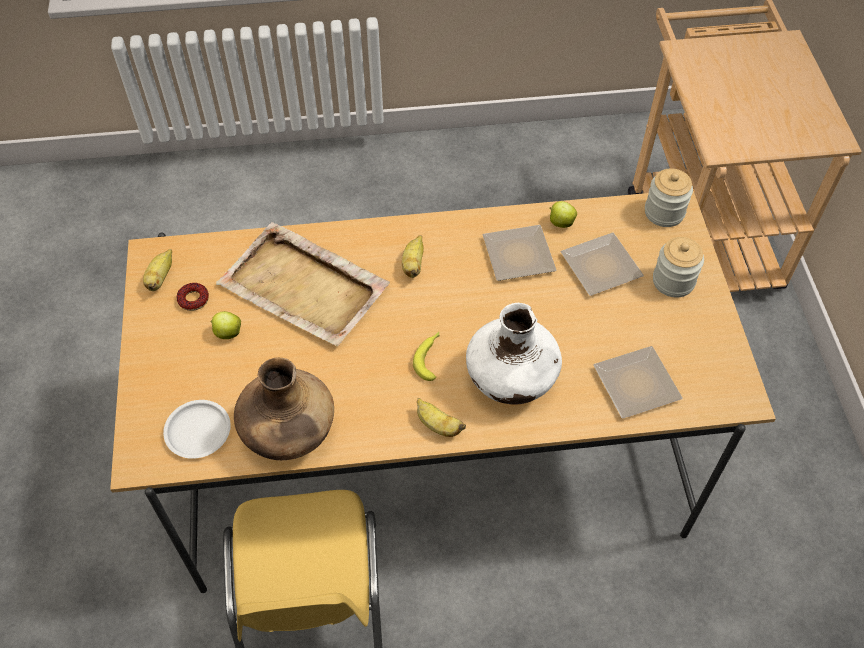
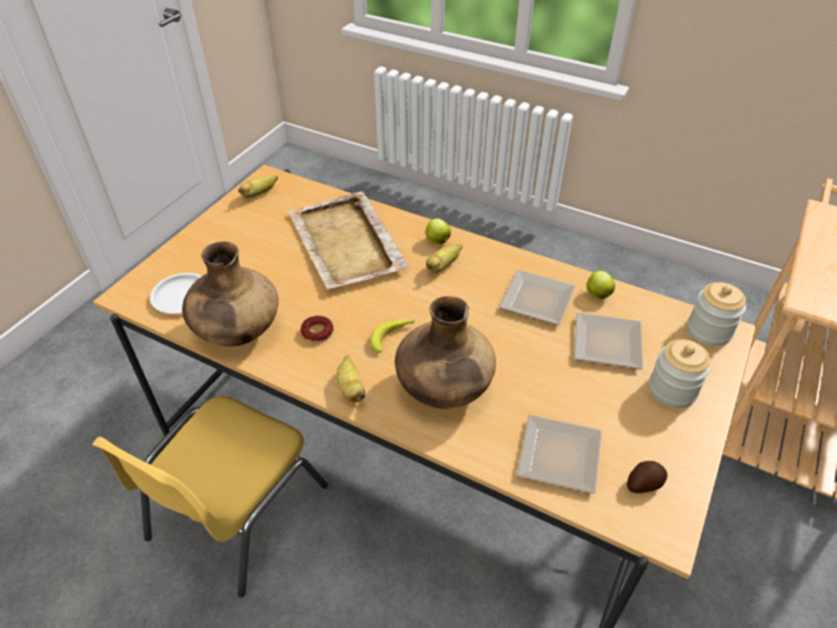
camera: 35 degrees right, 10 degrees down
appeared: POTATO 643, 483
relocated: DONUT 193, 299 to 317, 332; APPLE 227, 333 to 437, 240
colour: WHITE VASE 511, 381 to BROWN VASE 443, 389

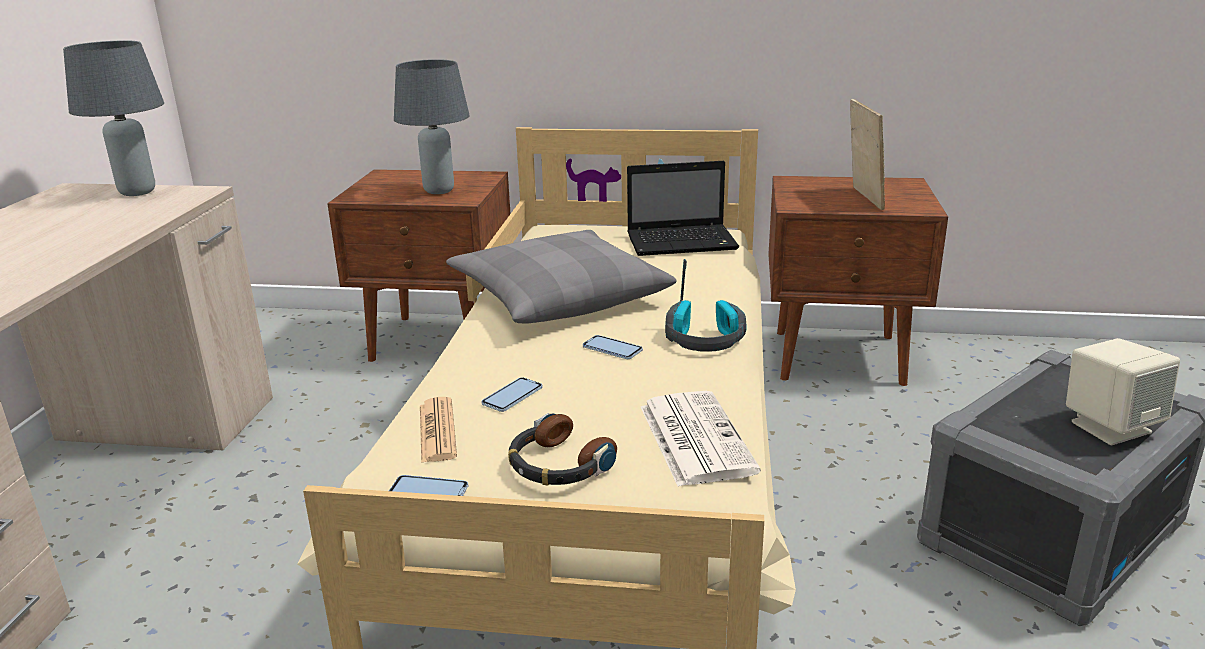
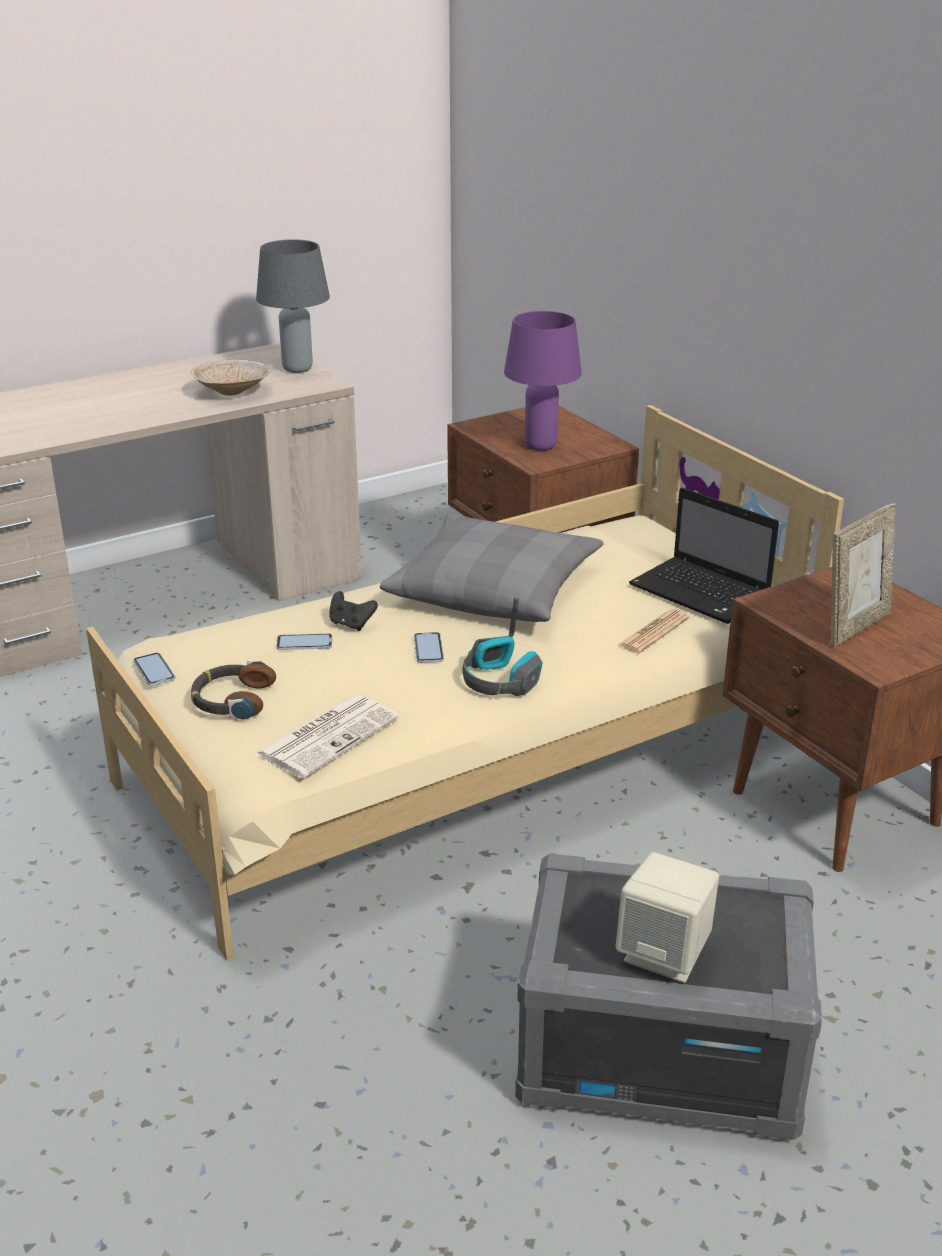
camera: 50 degrees right, 5 degrees up
appeared: BEIGE BOWL 233, 392; BLACK GAME CONTROLLER 351, 624
relocated: NEWSPAPER 437, 431 to 653, 632
colour: GREY TABLE LAMP 439, 191 to PURPLE TABLE LAMP 540, 446

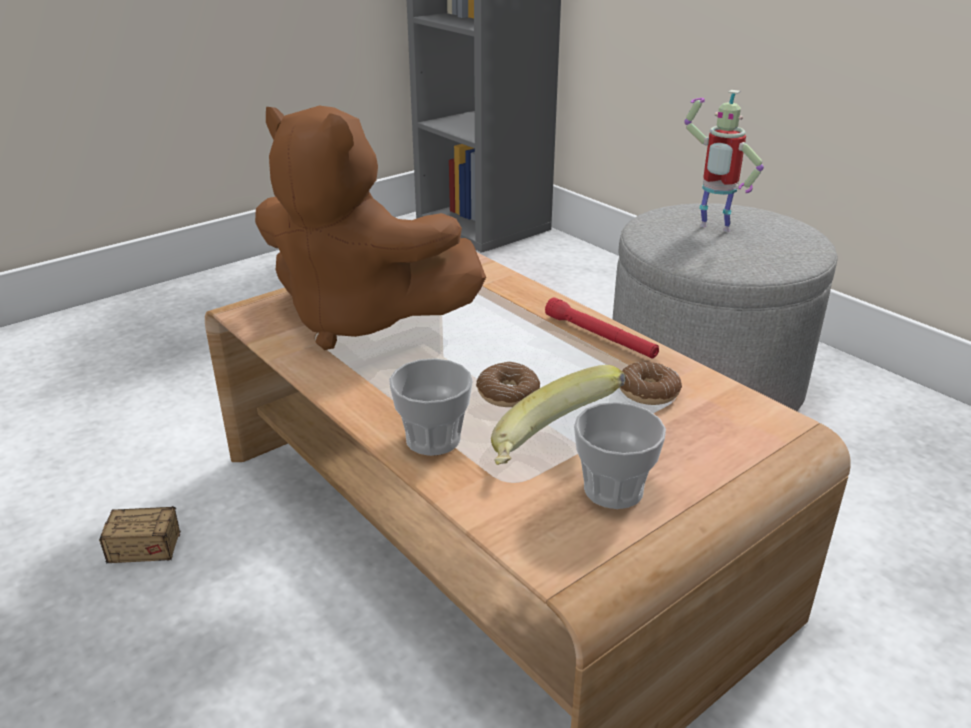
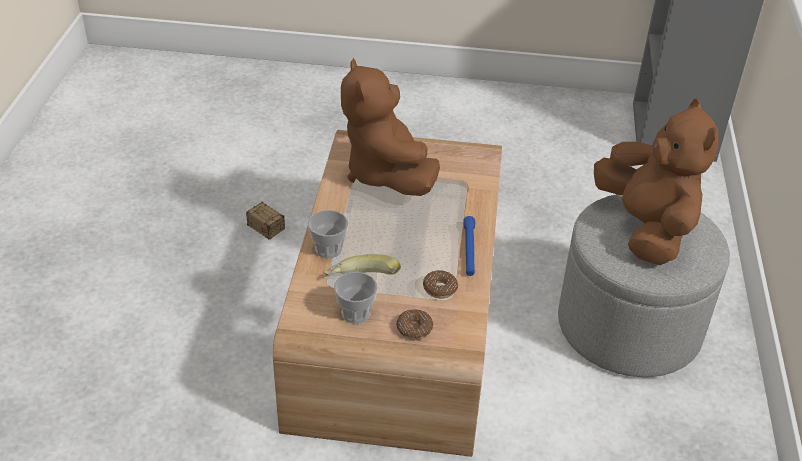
camera: 45 degrees right, 10 degrees up
relocated: DONUT 507, 394 to 414, 328
exchanged: TOY ROBOT 712, 229 to BROWN PLUSH TOY 646, 228
colour: RED FLASHLIGHT 600, 337 to BLUE FLASHLIGHT 469, 250

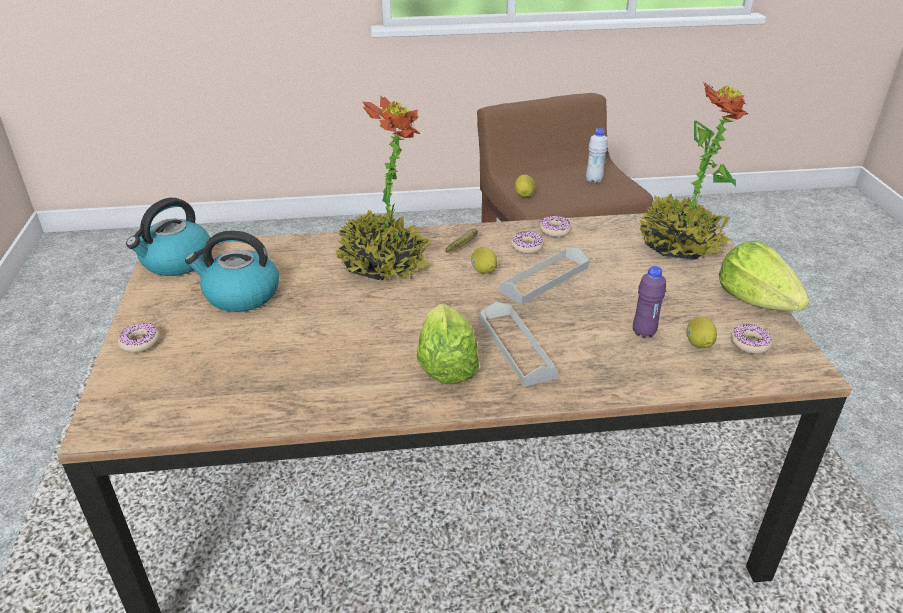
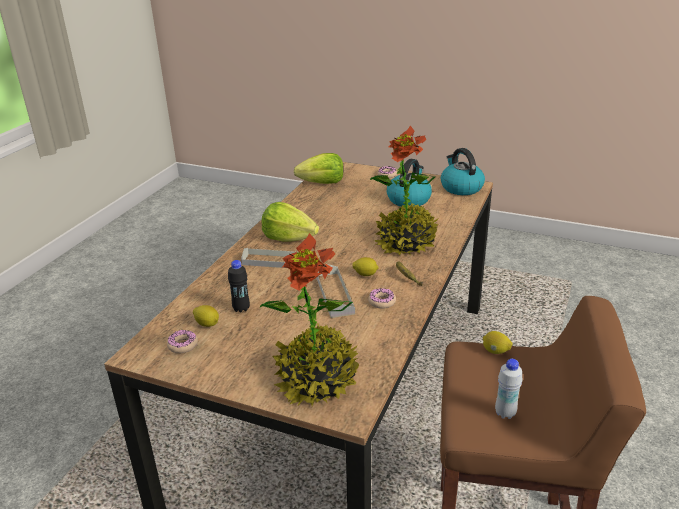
camera: 120 degrees right, 5 degrees down
missing: DONUT 555, 231
relocated: LETTUCE 755, 300 to 322, 183
colour: PURPLE BOTTLE 644, 332 to BLACK BOTTLE 241, 308

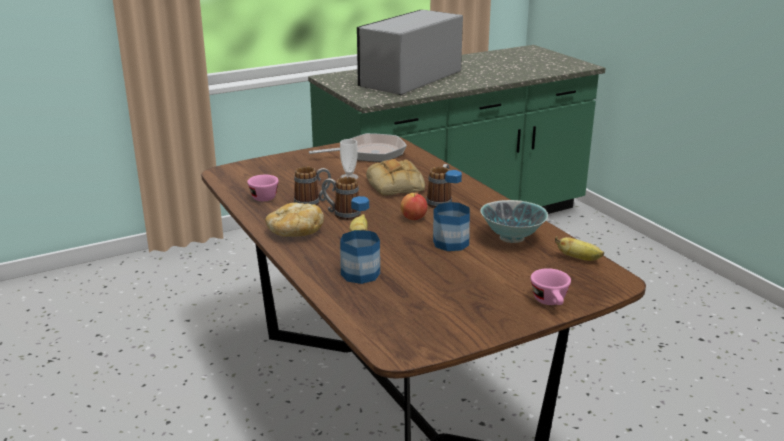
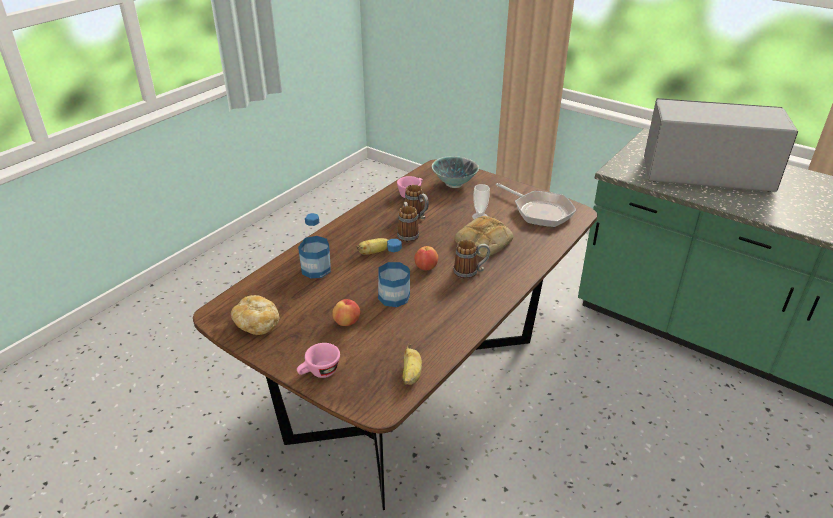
camera: 65 degrees right, 10 degrees up
appeared: APPLE 347, 322
relocated: BREAD 294, 233 to 257, 324; BOWL 512, 238 to 454, 184

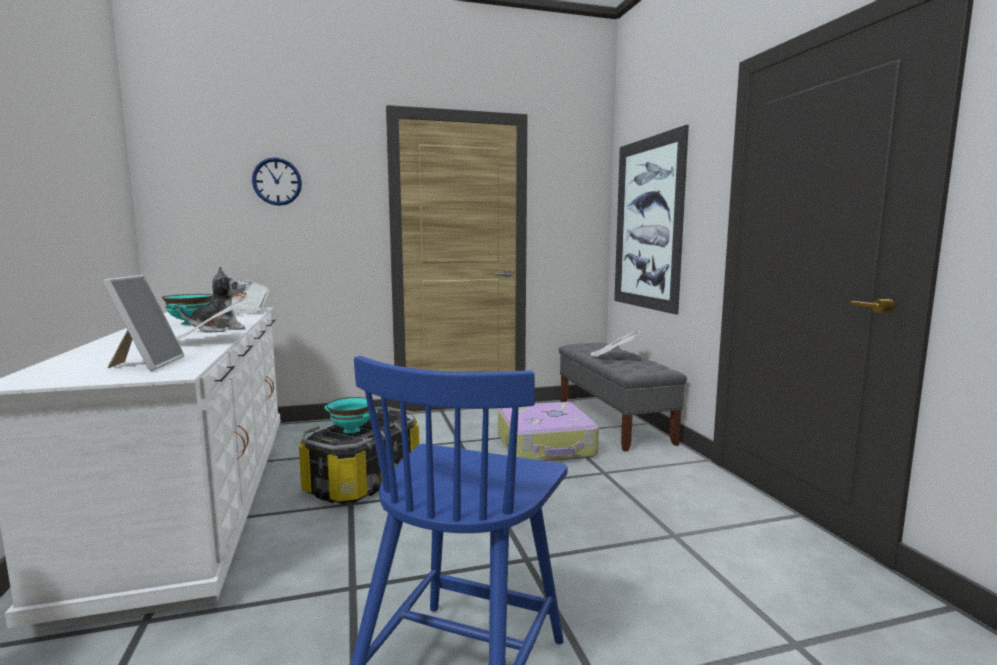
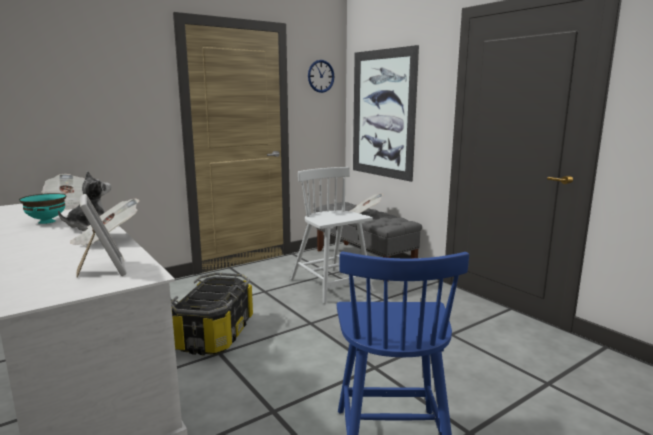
camera: 20 degrees left, 5 degrees up
missing: TURQUOISE BOWL 352, 430
relocated: WALL CLOCK 277, 181 to 321, 76
exchanged: SUITCASE 546, 446 to WHITE CHAIR 331, 285

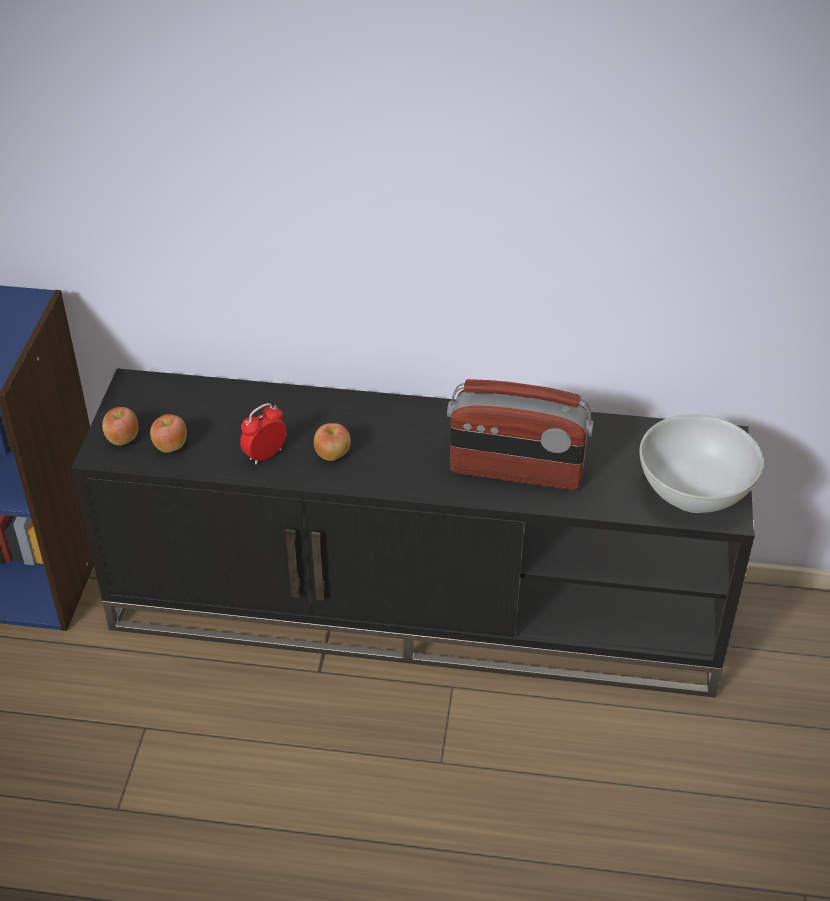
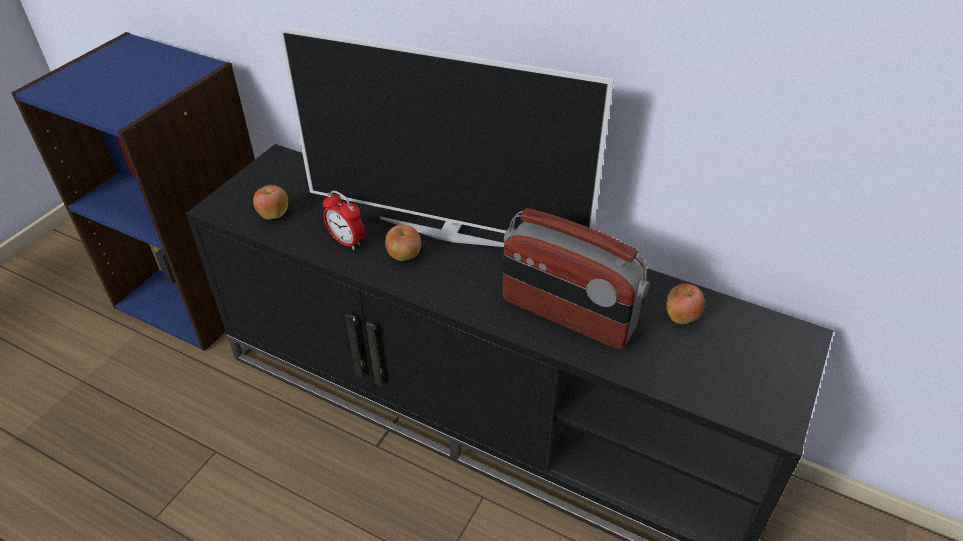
camera: 20 degrees right, 0 degrees up
missing: WHITE BOWL 693, 493
appeared: TELEVISION 449, 231
relocated: APPLE 122, 439 to 681, 317
spun: ALARM CLOCK 265, 455 = 346, 241 120 degrees counterclockwise

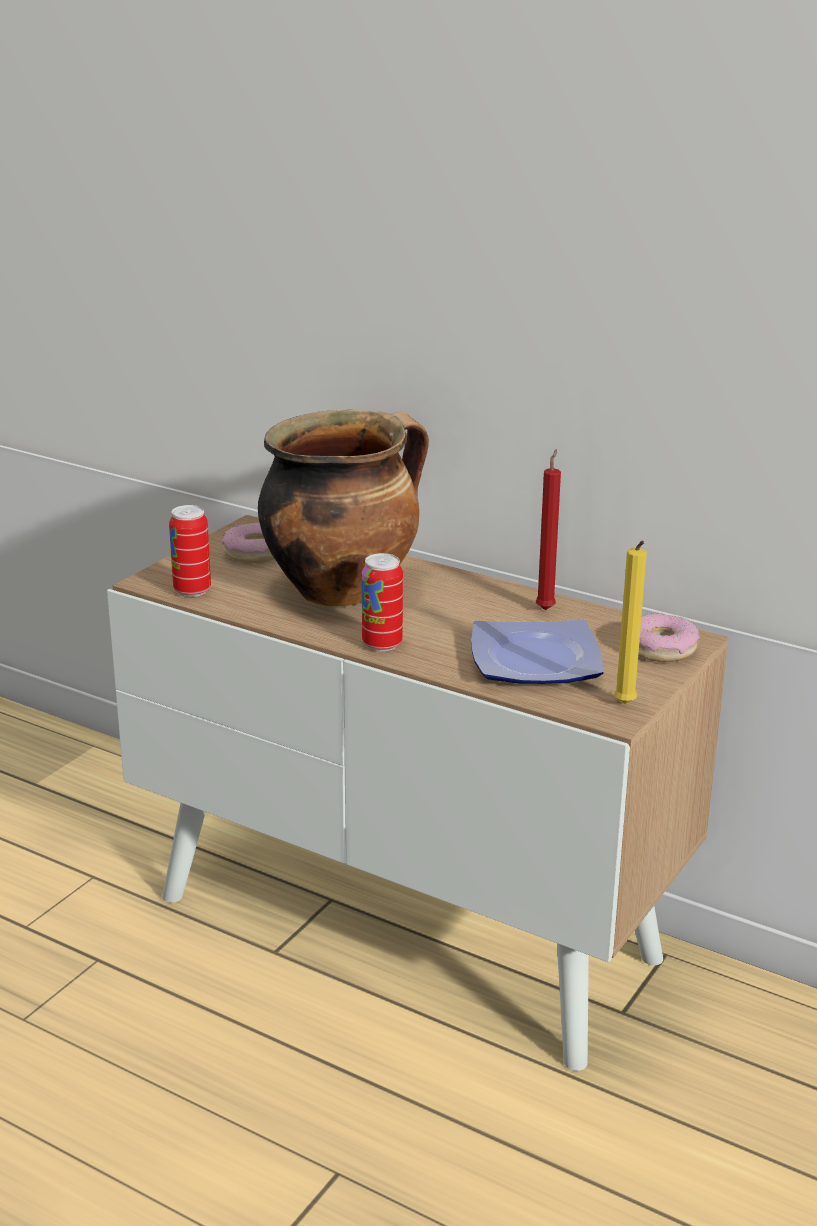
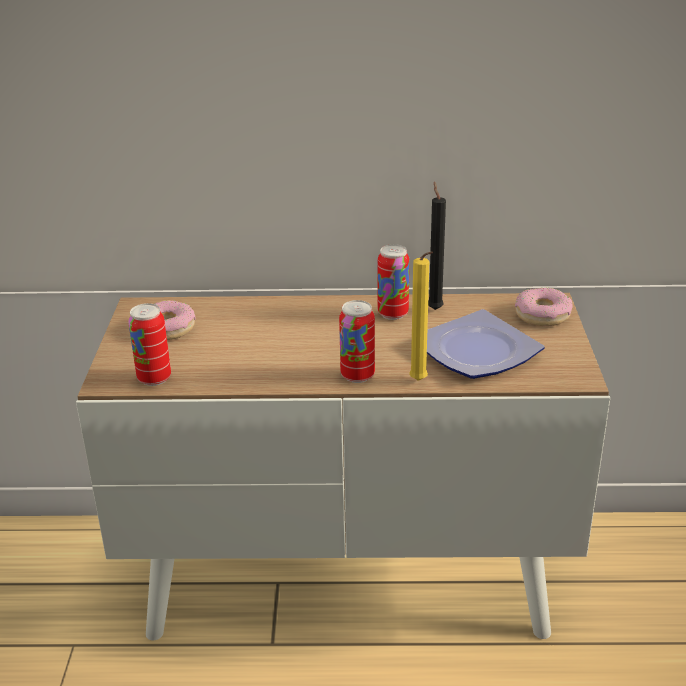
camera: 30 degrees left, 5 degrees up
missing: COOKING POT 342, 589
appeared: CAN 393, 314
relocated: YELLOW CANDLE 625, 706 to 420, 382
colour: RED CANDLE 546, 608 to BLACK CANDLE 434, 308

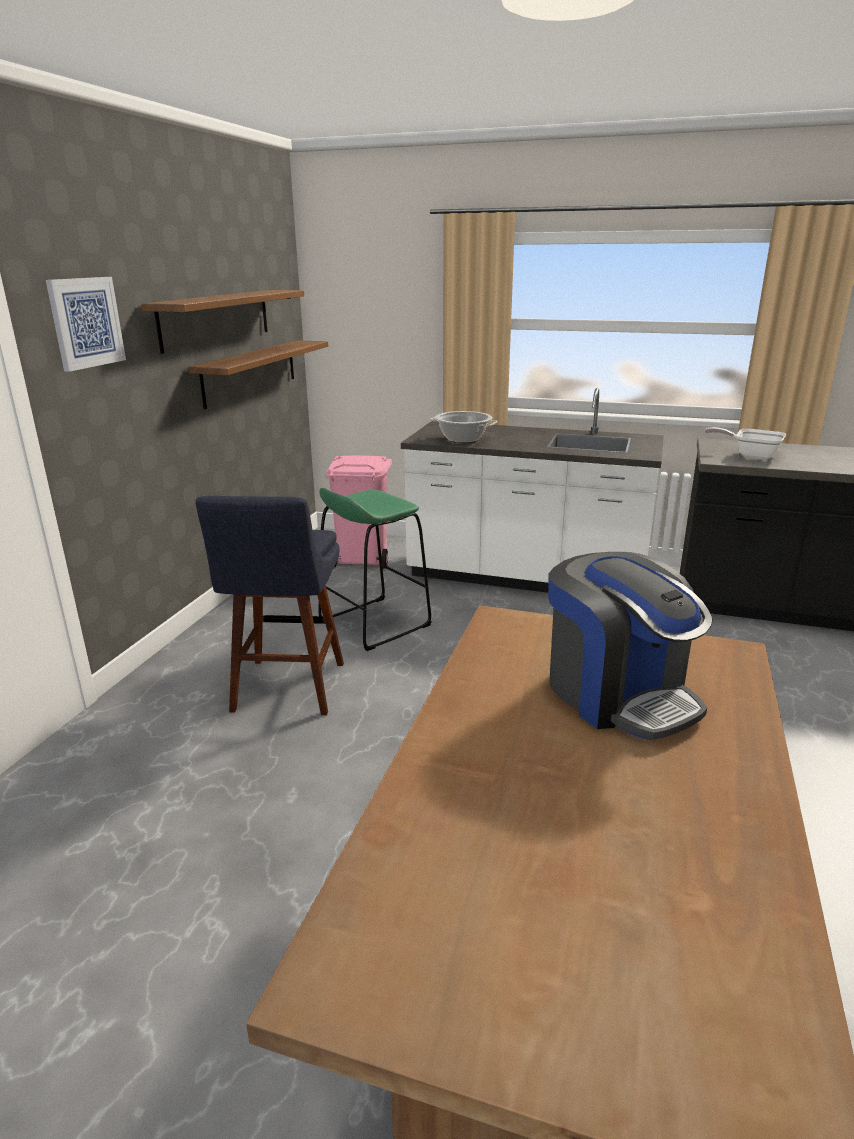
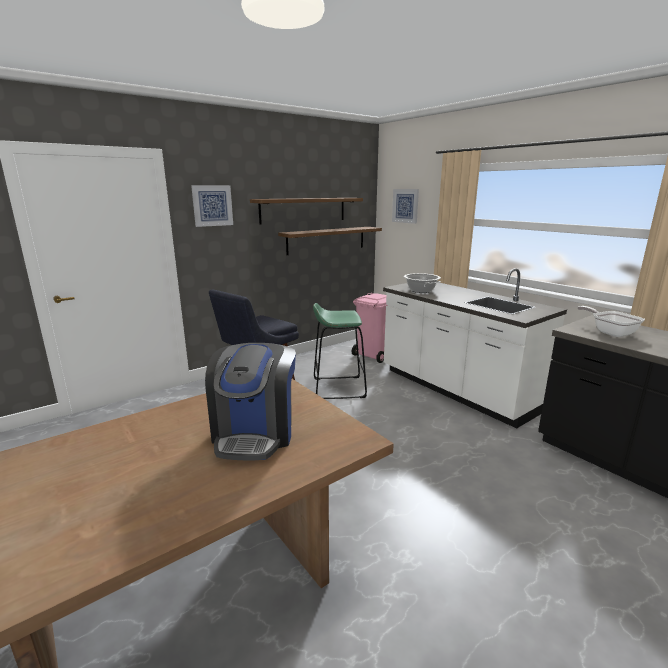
camera: 35 degrees right, 5 degrees down
appeared: PICTURE 405, 206

